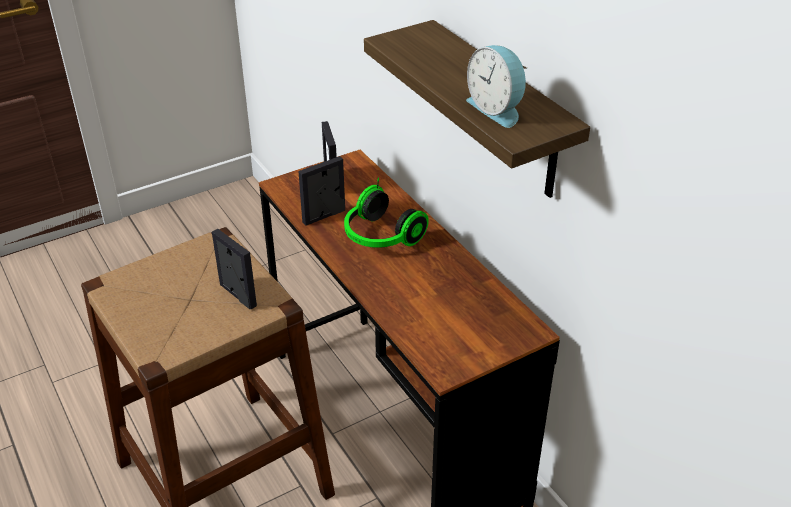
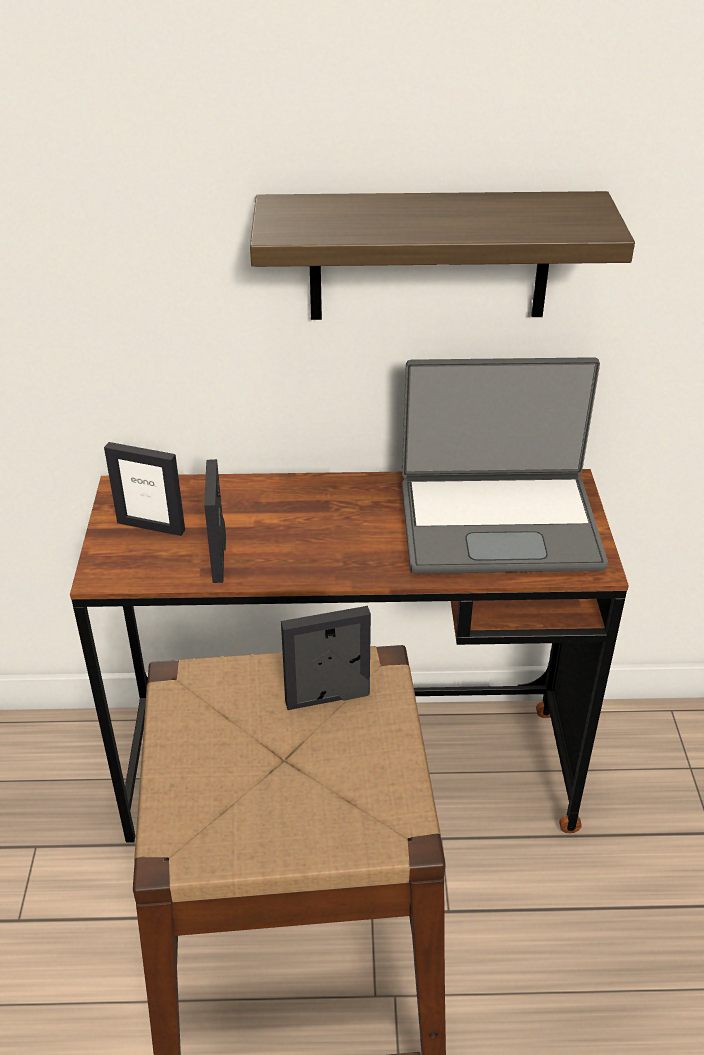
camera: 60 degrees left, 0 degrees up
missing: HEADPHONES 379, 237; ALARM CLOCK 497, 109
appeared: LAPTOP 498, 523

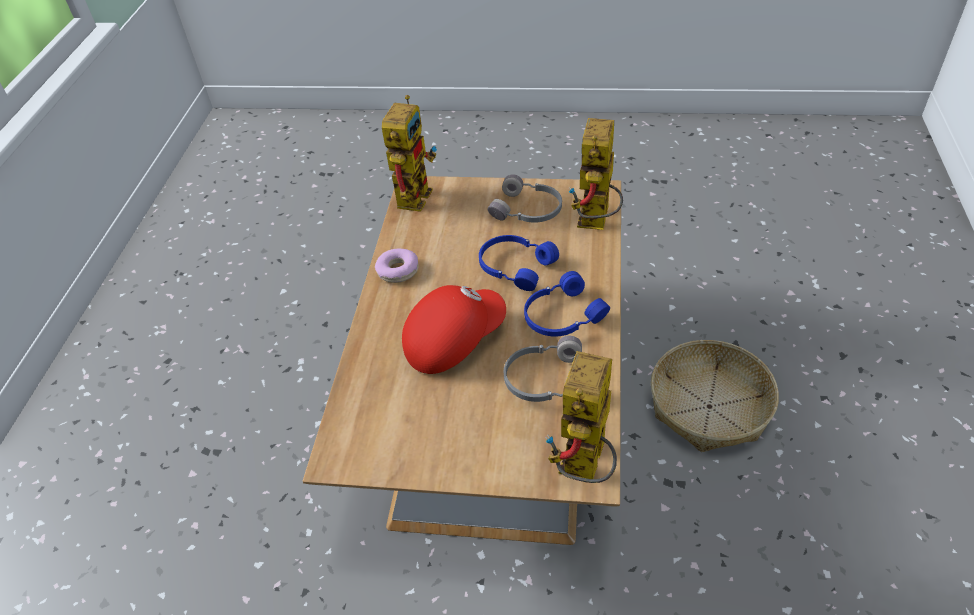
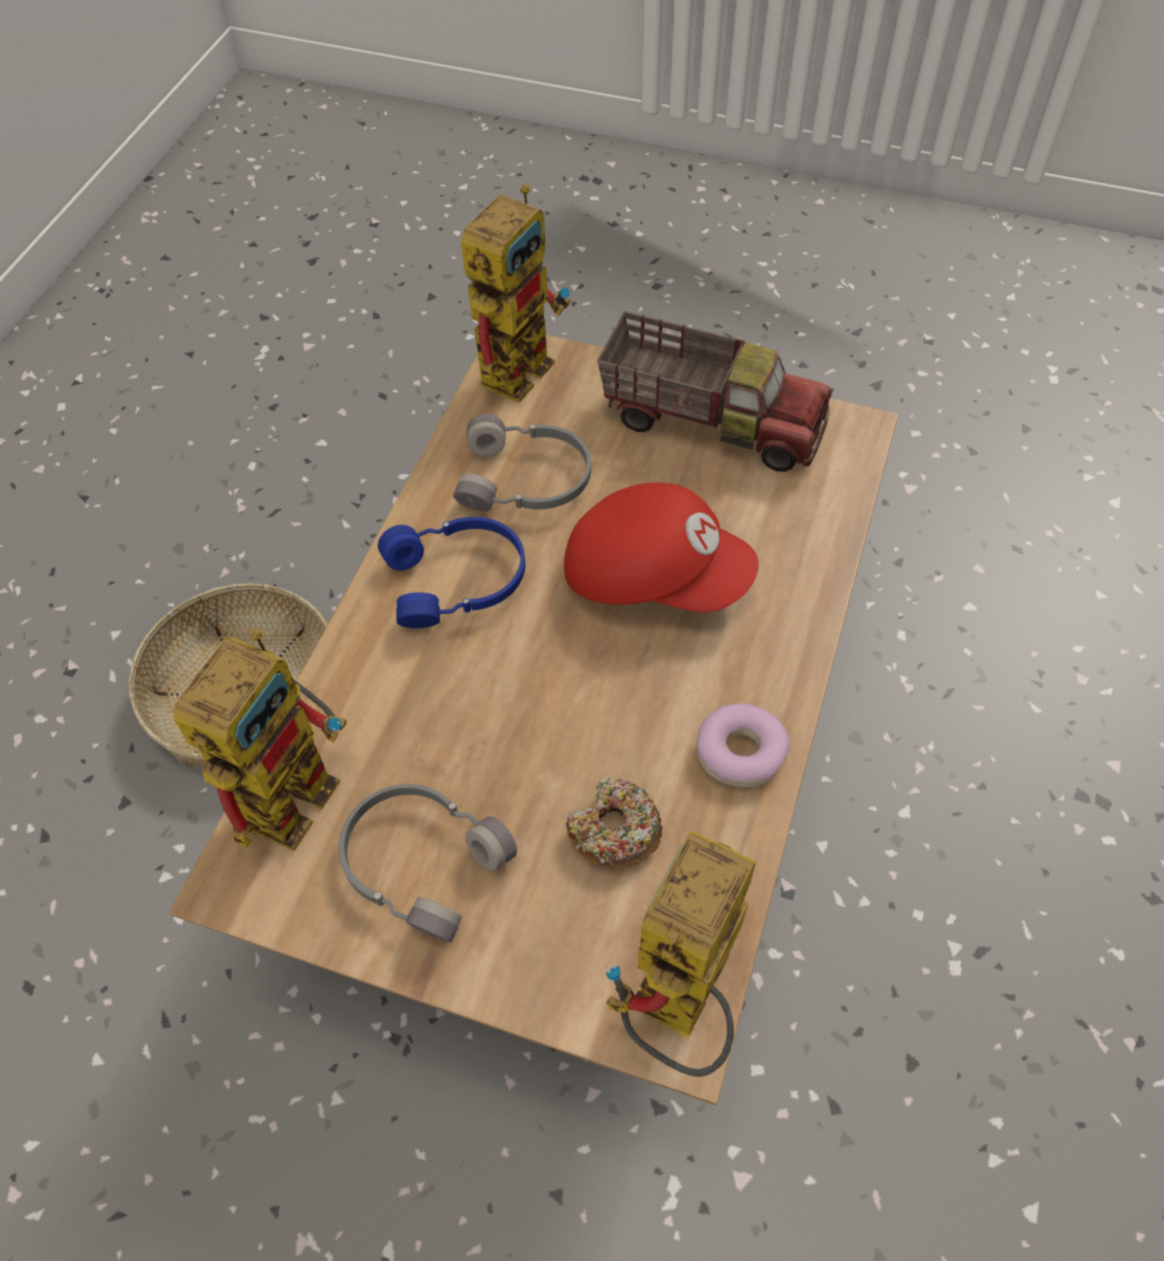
camera: 170 degrees left, 10 degrees up
missing: BLUE HEADPHONES 515, 267
appeared: DONUT 614, 831; TOY TRUCK 711, 421
spun: RED CAP 453, 340 = 655, 575 135 degrees counterclockwise

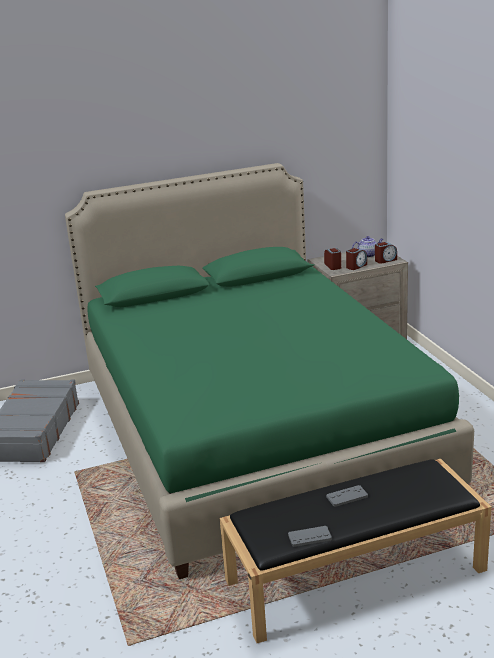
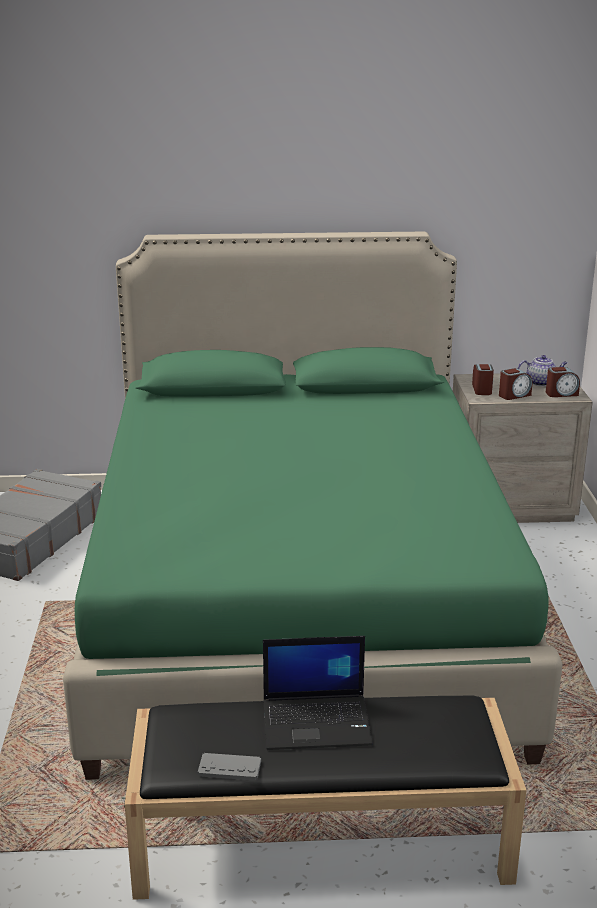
camera: 15 degrees right, 0 degrees up
exchanged: GREY GAME CONTROLLER 347, 497 to LAPTOP 318, 722

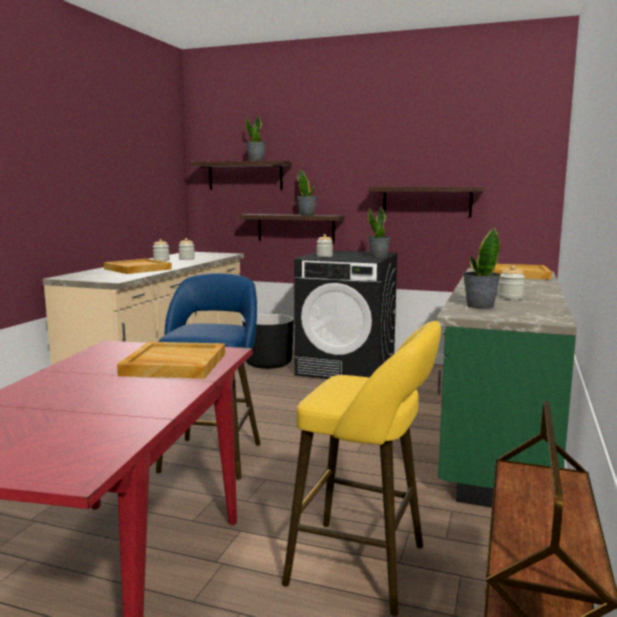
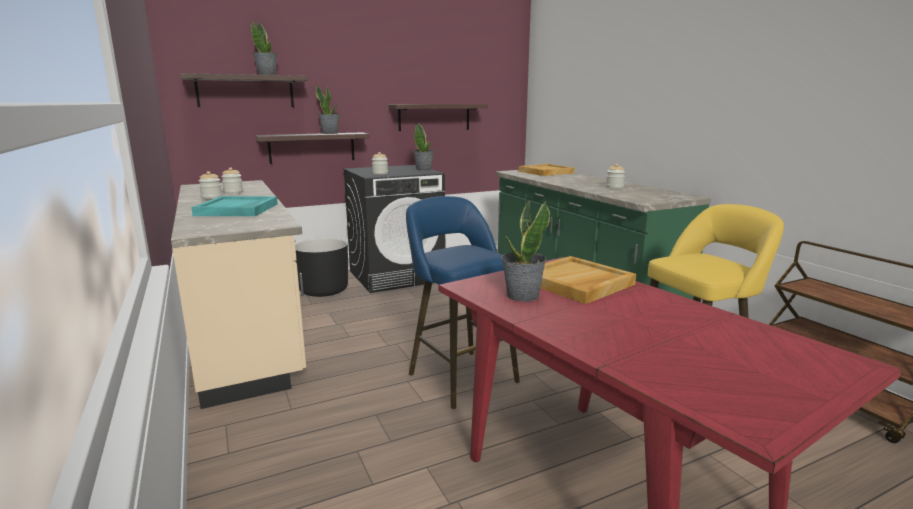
camera: 45 degrees left, 5 degrees up
relocated: POTTED PLANT 479, 306 to 522, 296
colour: BEIGE TRAY 137, 269 to TURQUOISE TRAY 237, 210

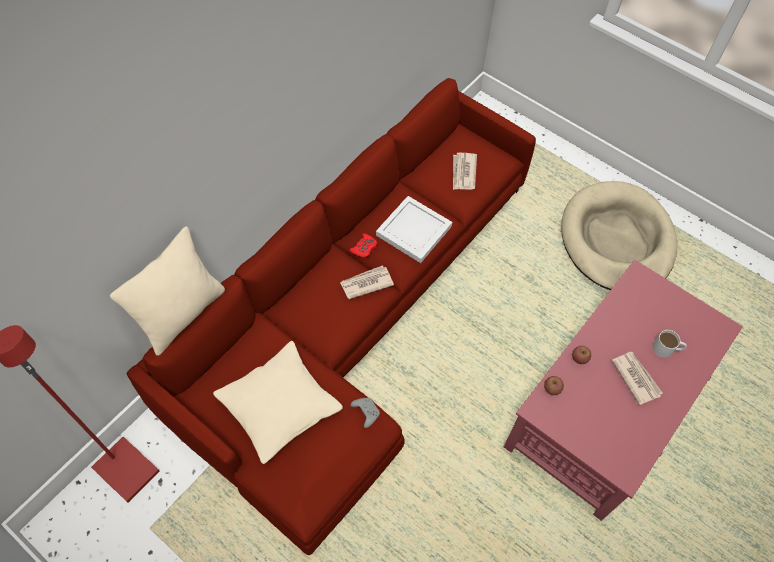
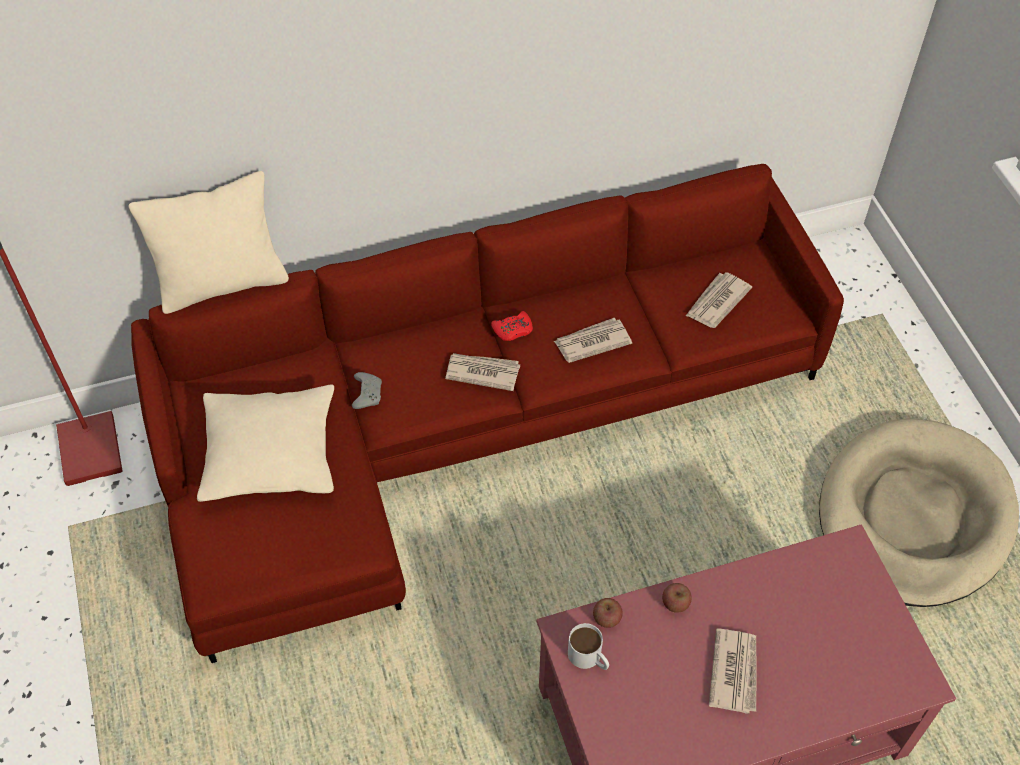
camera: 35 degrees right, 5 degrees down
relocated: GREY GAME CONTROLLER 365, 412 to 367, 394; WHITE MUG 667, 349 to 589, 658
exchanged: WHITE TRAY 414, 232 to NEWSPAPER 591, 342

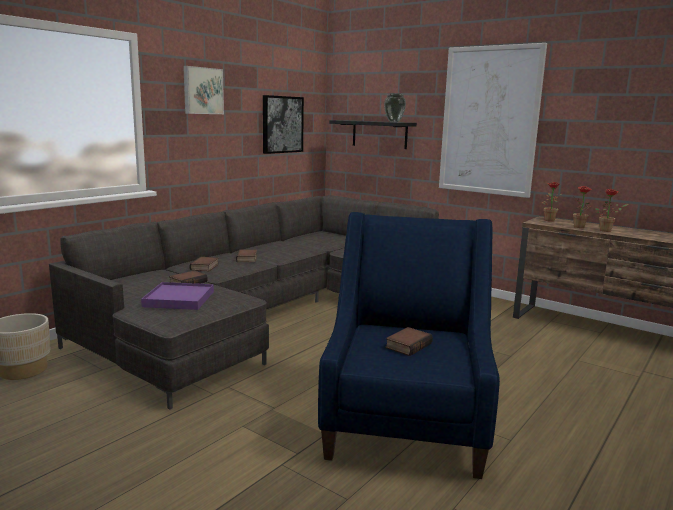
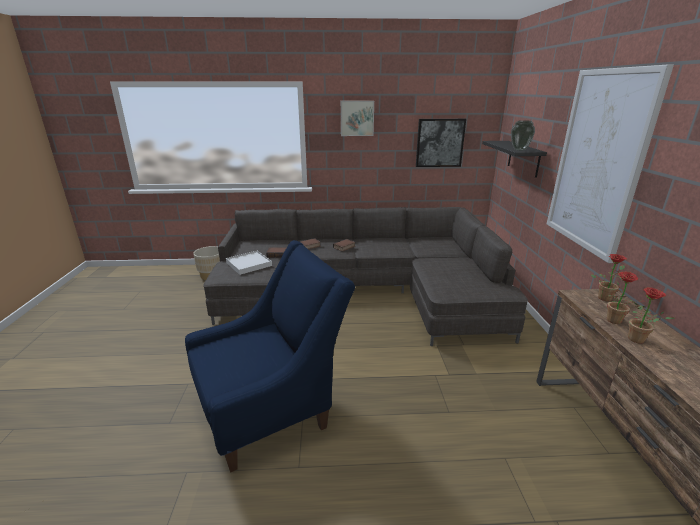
camera: 50 degrees right, 10 degrees up
missing: BOOK 407, 345
colour: PURPLE TRAY 179, 299 to WHITE TRAY 249, 264

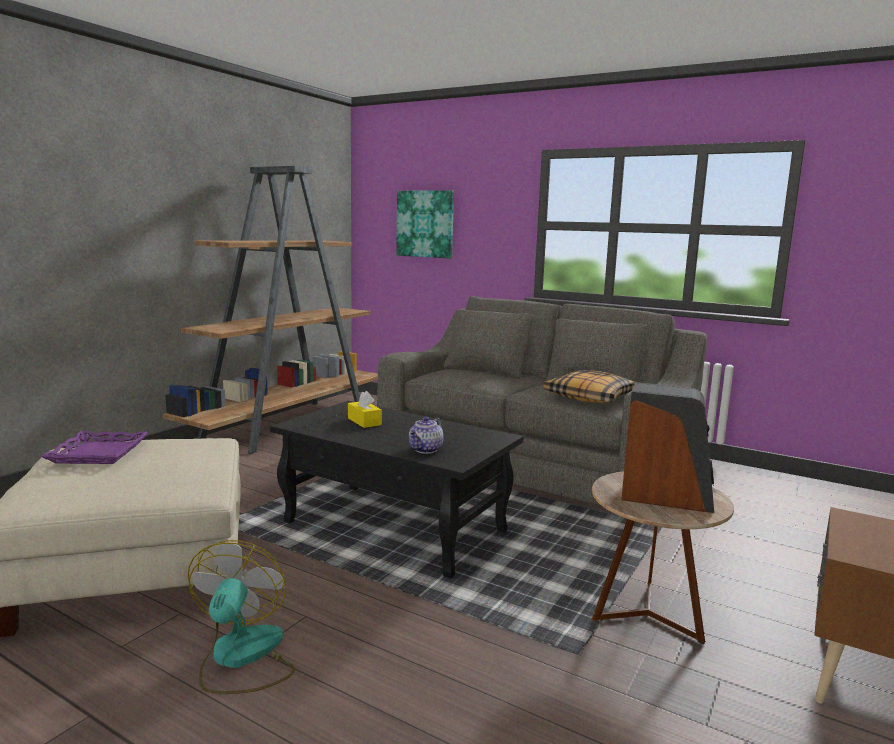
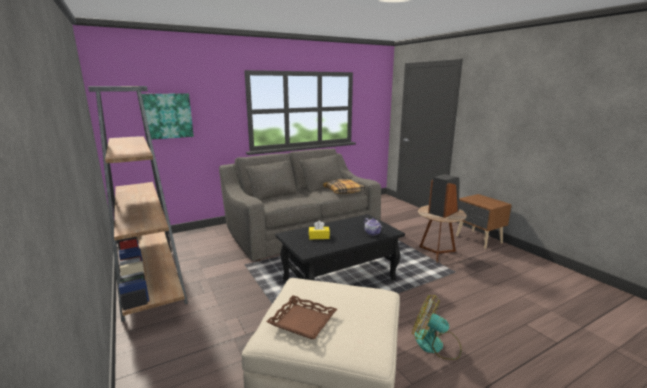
camera: 60 degrees left, 5 degrees up
colour: PURPLE TRAY 98, 453 to BROWN TRAY 302, 321

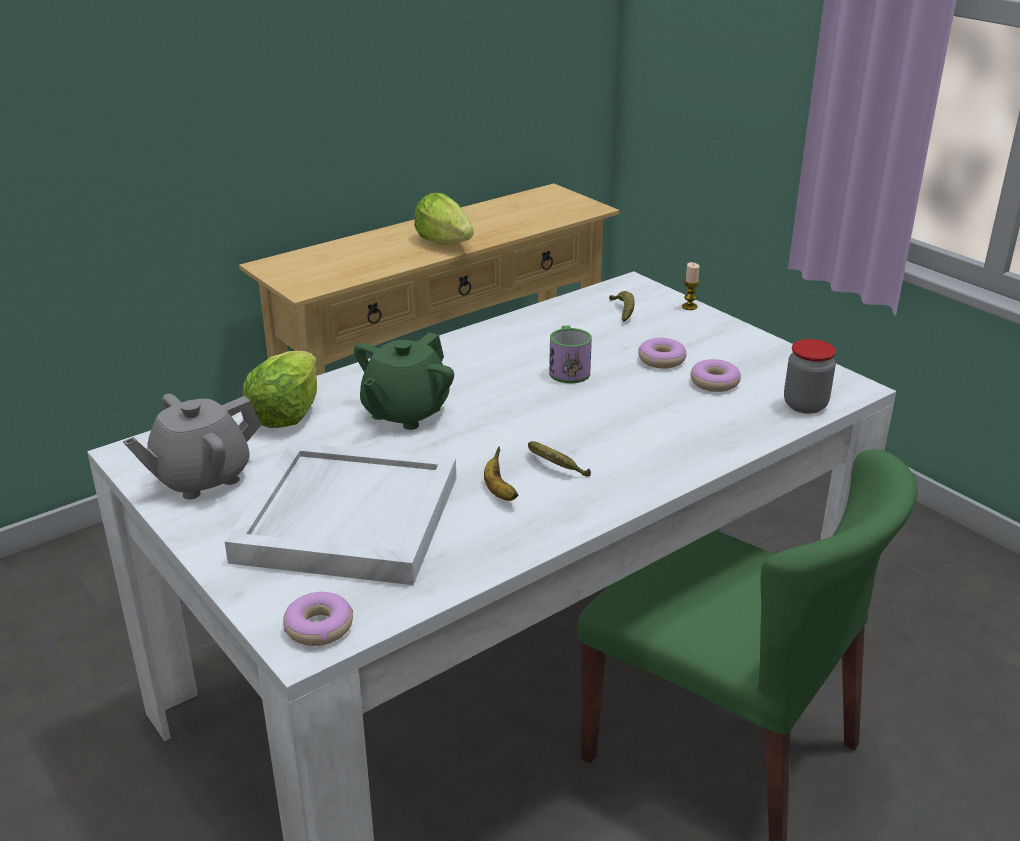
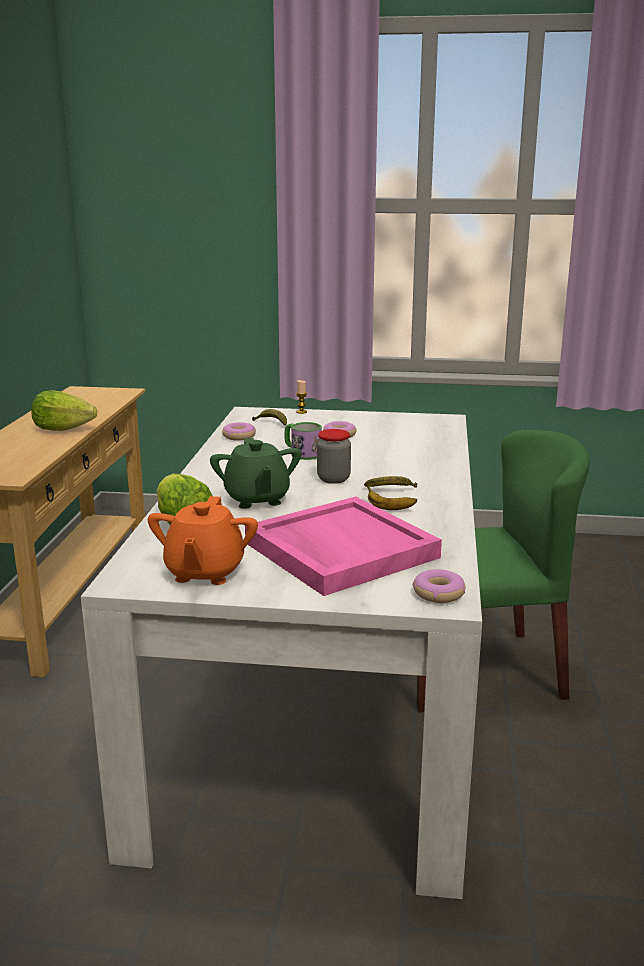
camera: 45 degrees left, 10 degrees down
relocated: DONUT 714, 382 to 239, 436; JAR 805, 405 to 333, 479
colour: GREY TEAPOT 201, 478 to ORANGE TEAPOT 204, 572; WHITE TRAY 347, 517 to PINK TRAY 339, 550

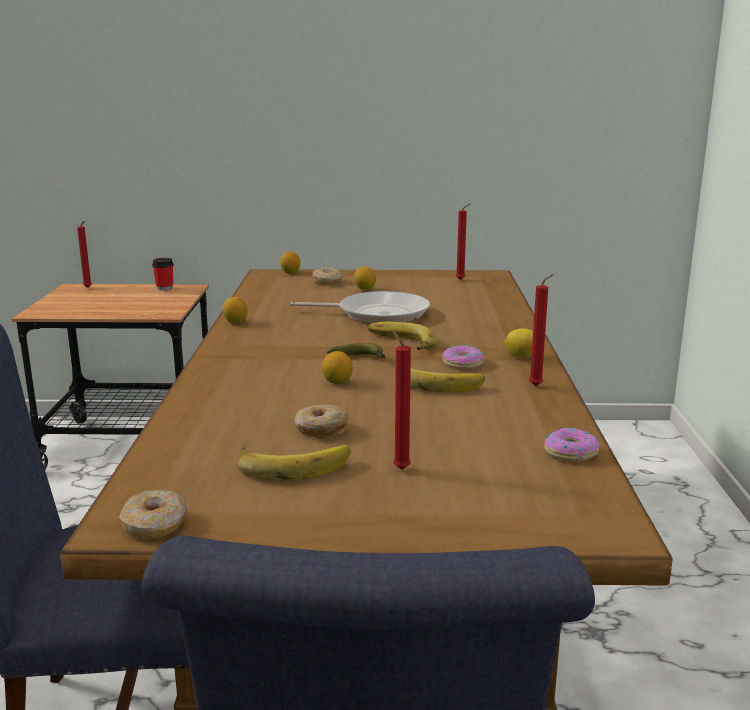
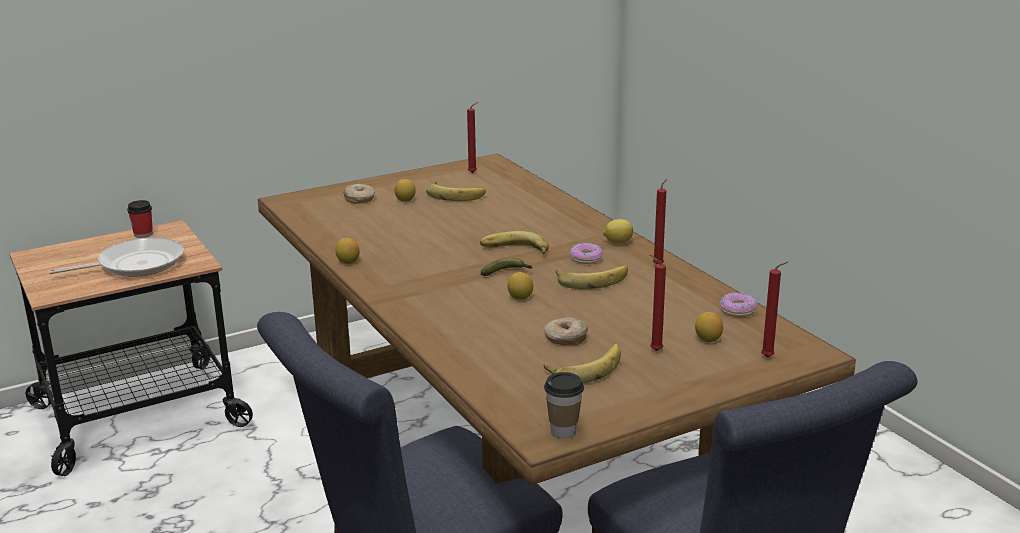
camera: 30 degrees left, 5 degrees up
appeared: BANANA 456, 194
relocated: RED CANDLE 88, 288 to 769, 357; LEMON 290, 272 to 708, 339; FRYING PAN 377, 314 to 136, 264
exchanged: DONUT 155, 525 to CUP 563, 432

